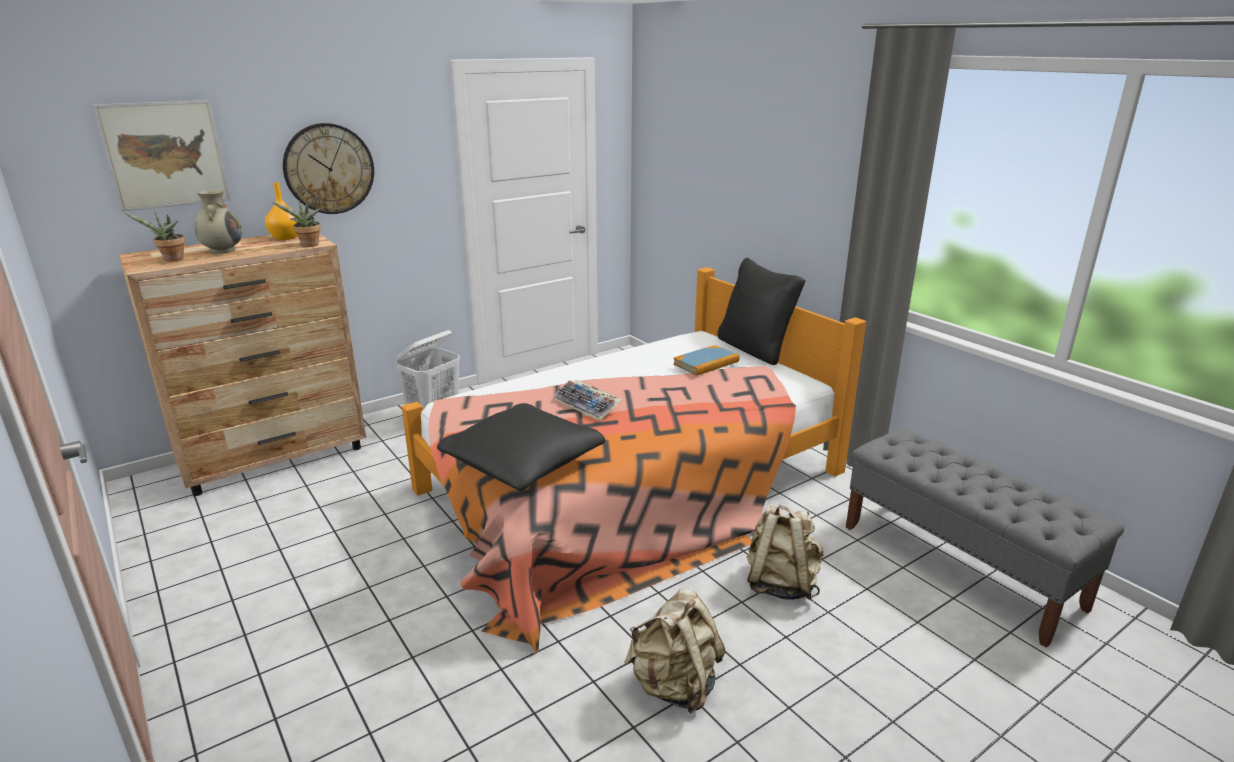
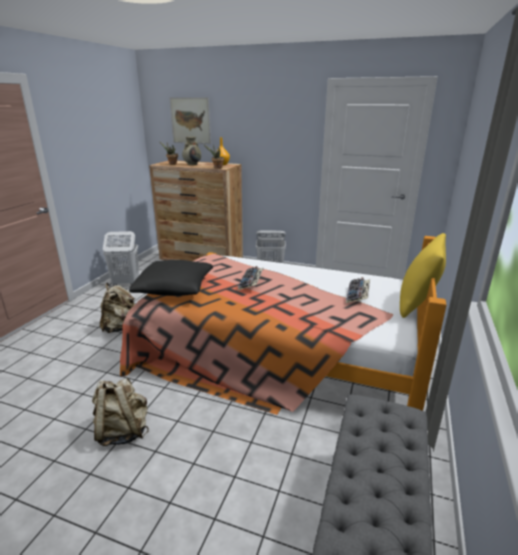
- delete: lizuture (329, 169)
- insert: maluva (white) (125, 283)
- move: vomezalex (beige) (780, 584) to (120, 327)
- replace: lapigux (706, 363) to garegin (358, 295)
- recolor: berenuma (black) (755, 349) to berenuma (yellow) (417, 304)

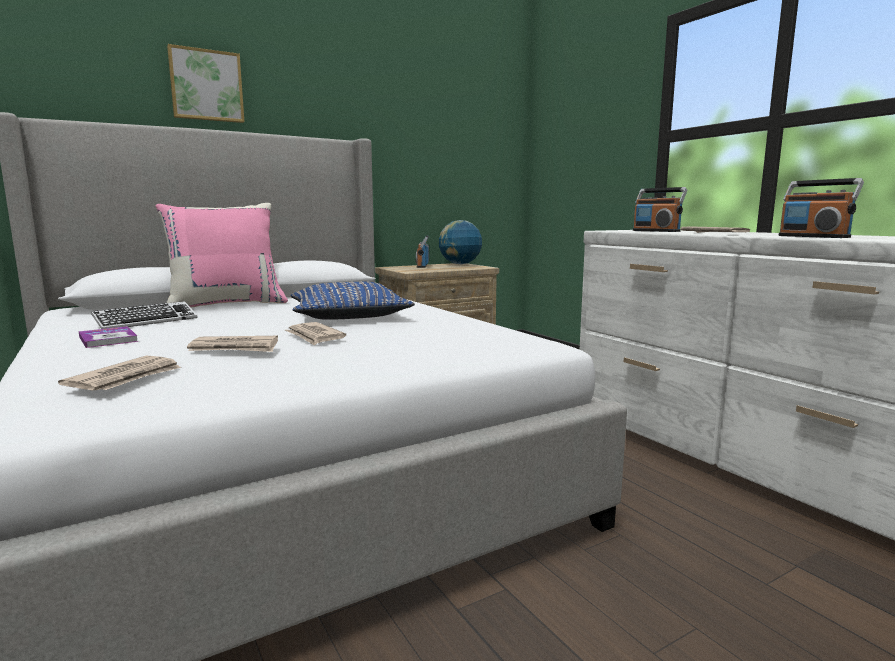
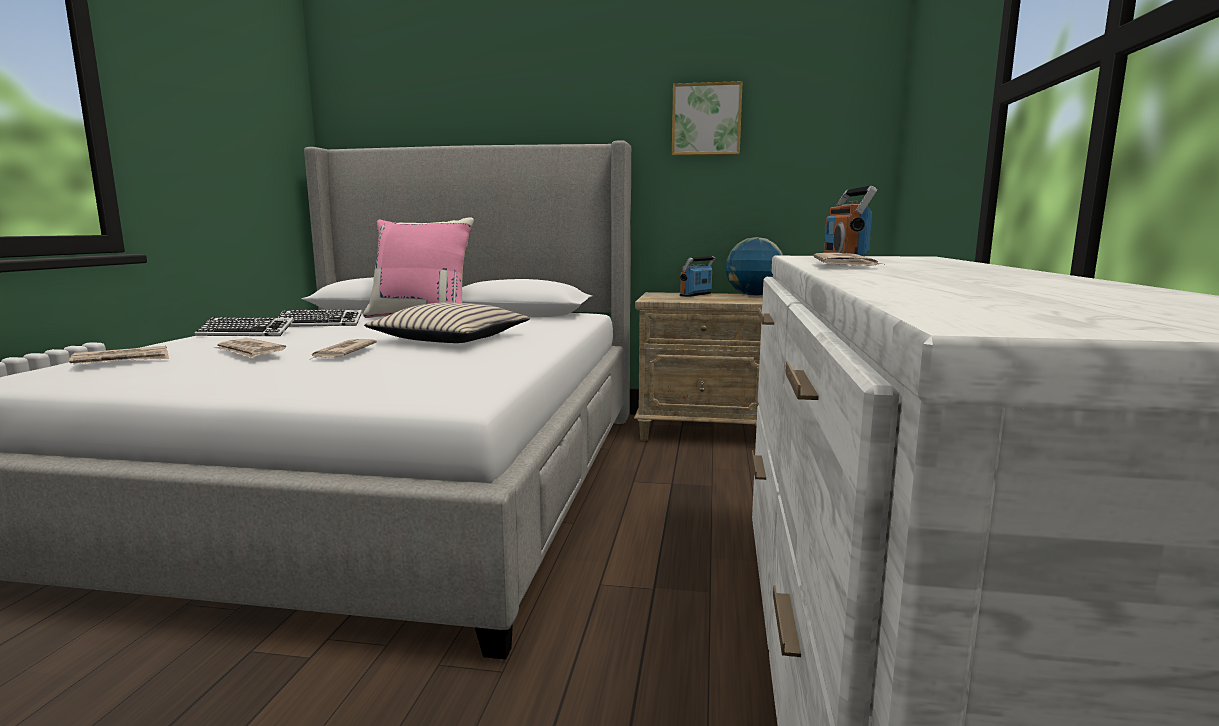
- delete: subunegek (813, 237)
- move: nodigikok (206, 85) to (706, 120)
- replace: lapigux (108, 339) to garegin (246, 333)
- recolor: berenuma (blue) (349, 315) to berenuma (beige) (451, 339)

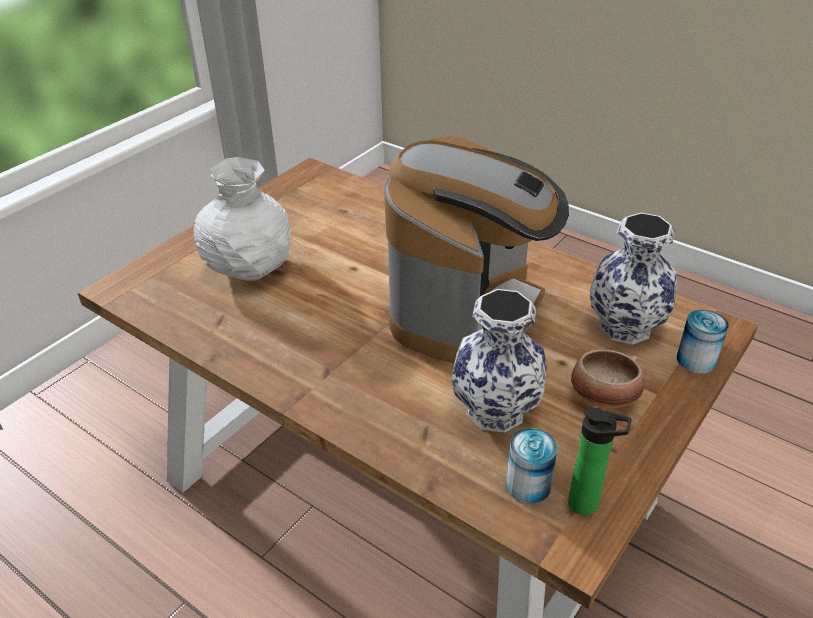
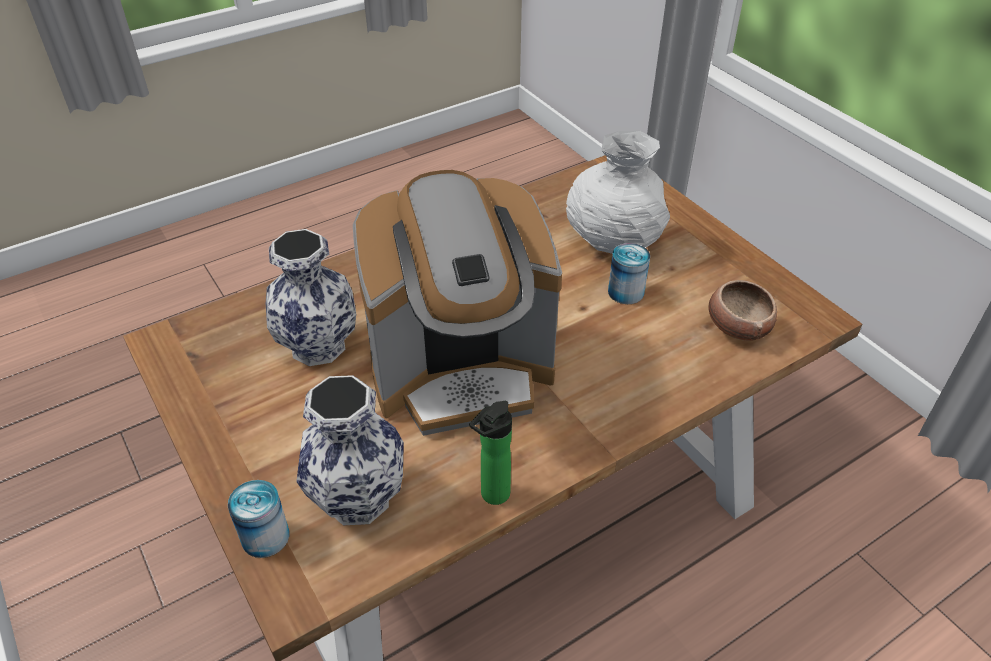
- move: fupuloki (528, 485) to (626, 292)
- move: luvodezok (588, 505) to (492, 496)
- move: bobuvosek (603, 396) to (737, 326)
- rotate: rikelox (468, 312) = (462, 372) 60 degrees counterclockwise

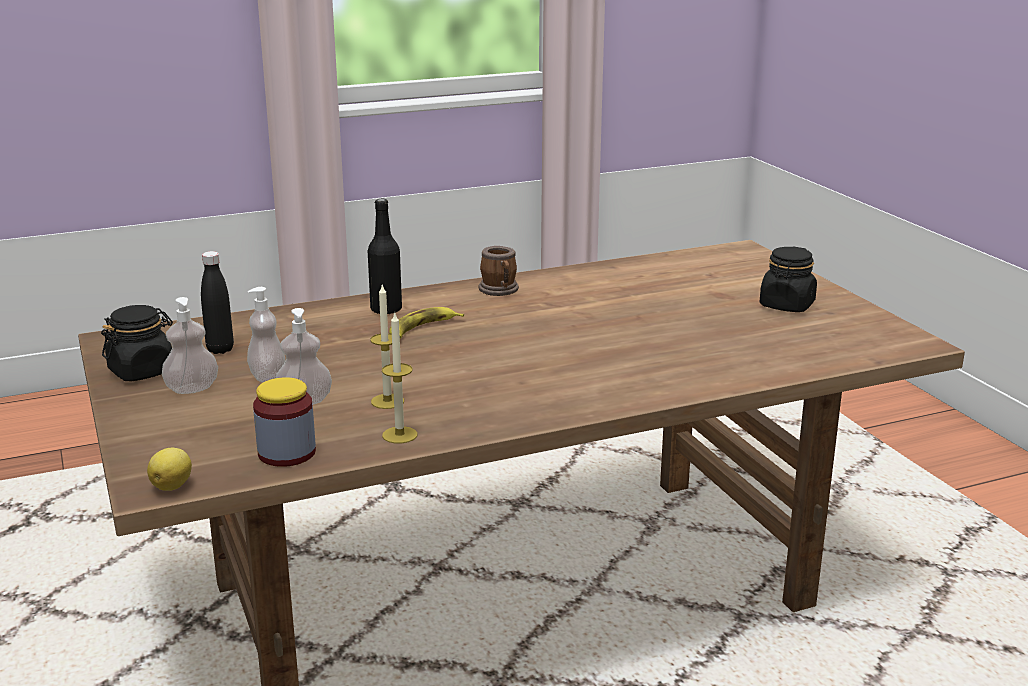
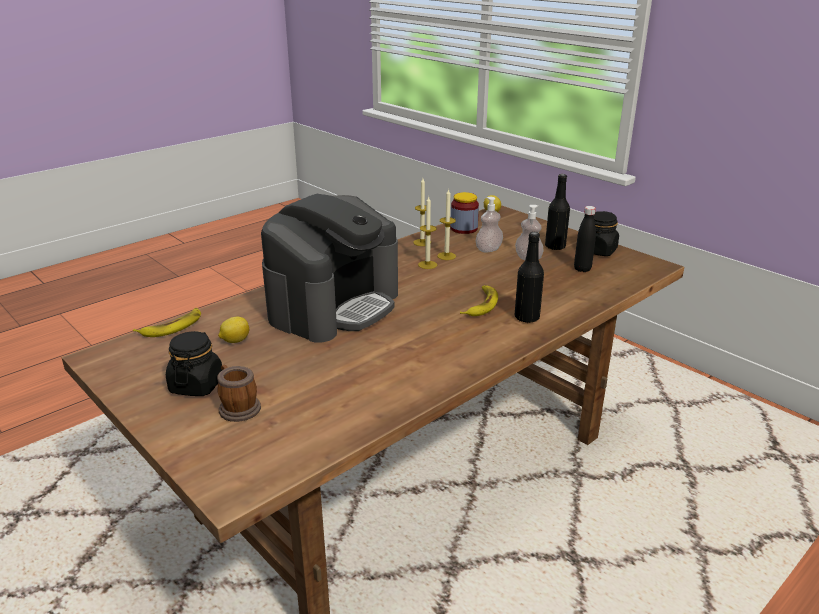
- insert: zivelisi (172, 326)
- insert: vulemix (235, 341)
- insert: rikelox (334, 306)
- insert: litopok (427, 265)
- move: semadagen (500, 290) to (237, 407)
- replace: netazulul (192, 389) to luvodezok (black) (555, 246)

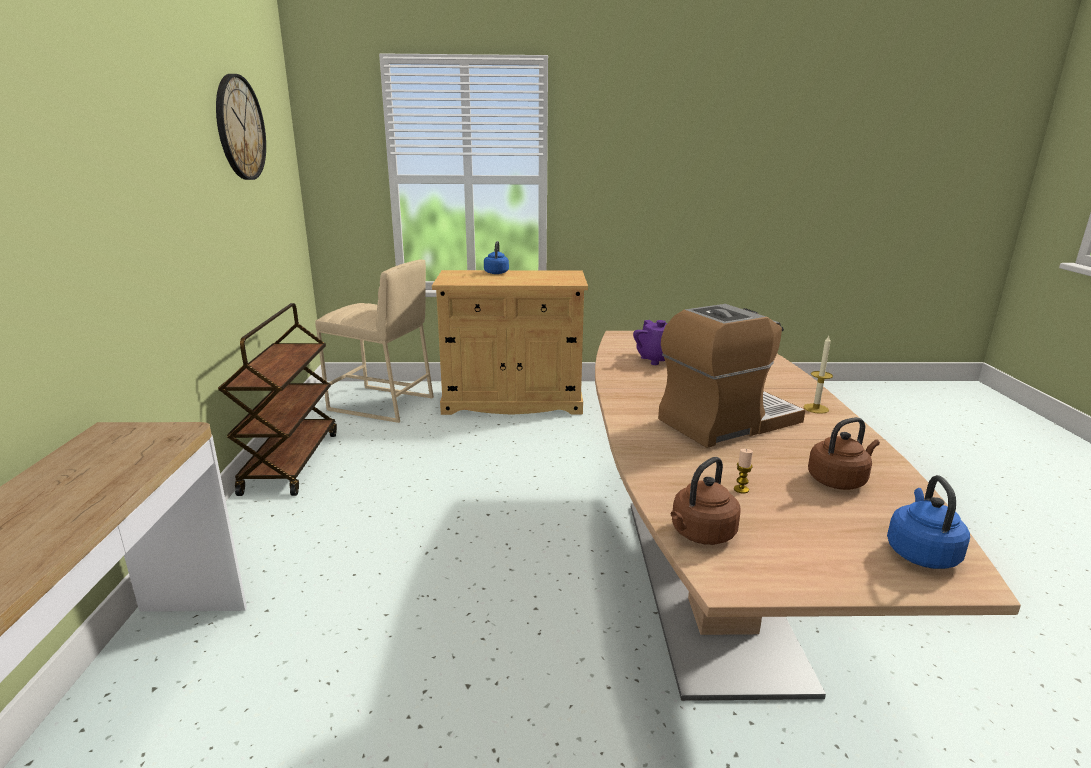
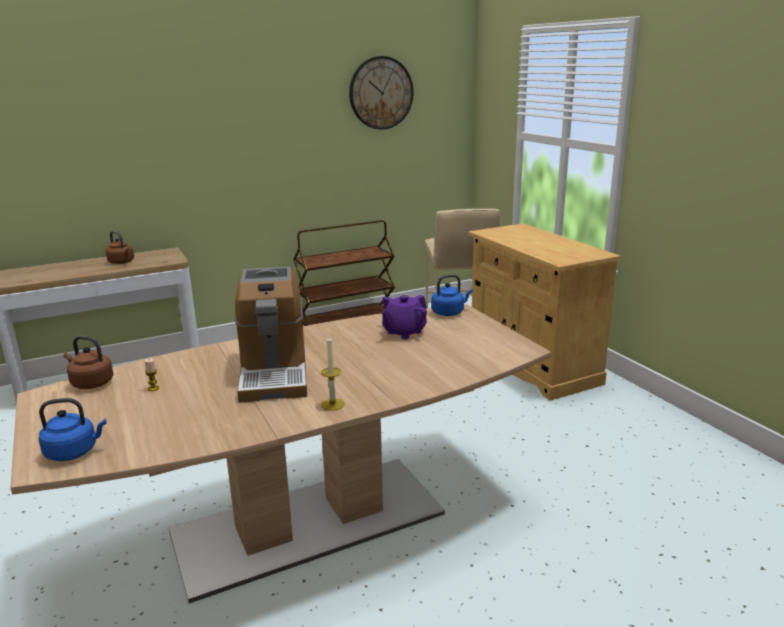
- move: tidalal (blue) (496, 272) to (449, 312)
- move: tidalal (brown) (838, 480) to (122, 262)
- rotate: rikelox (727, 421) = (274, 372) 45 degrees clockwise

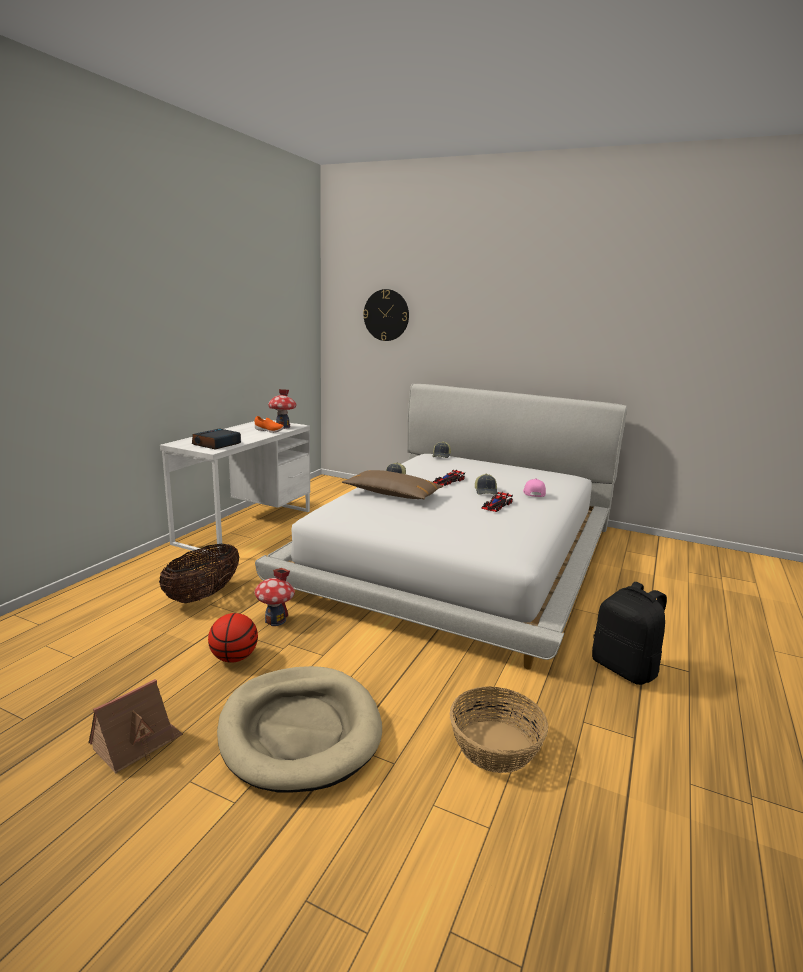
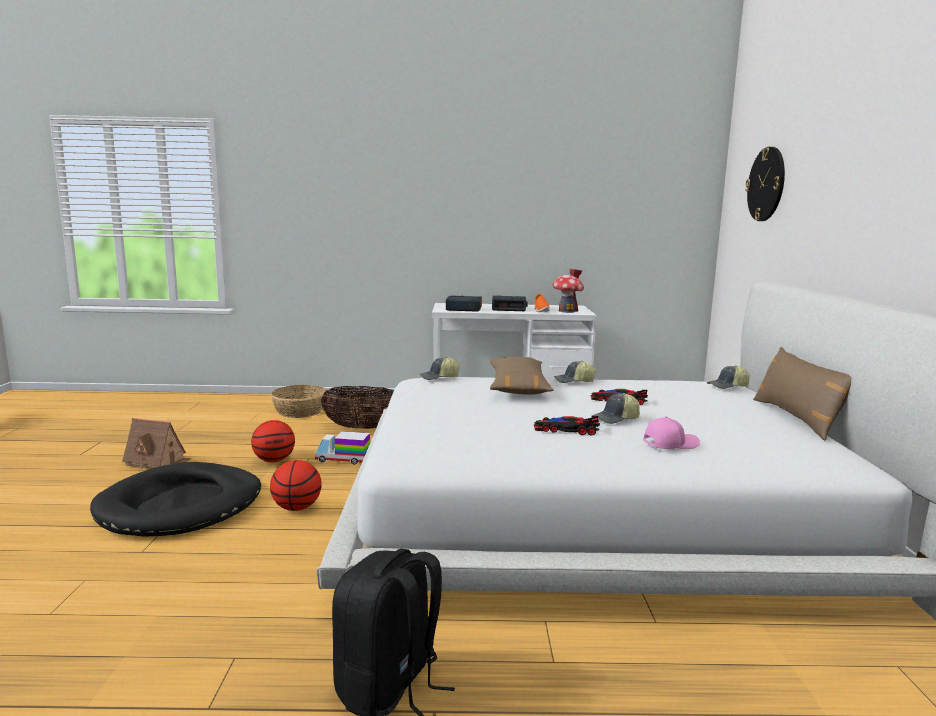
- insert: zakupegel (297, 508)
- insert: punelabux (439, 378)
- insert: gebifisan (509, 308)
- insert: berenuma (brown) (796, 418)
- move: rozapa (495, 746) to (299, 411)
- replace: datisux (275, 620) to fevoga (343, 459)
- recolor: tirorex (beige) (300, 730) to tirorex (black) (181, 505)

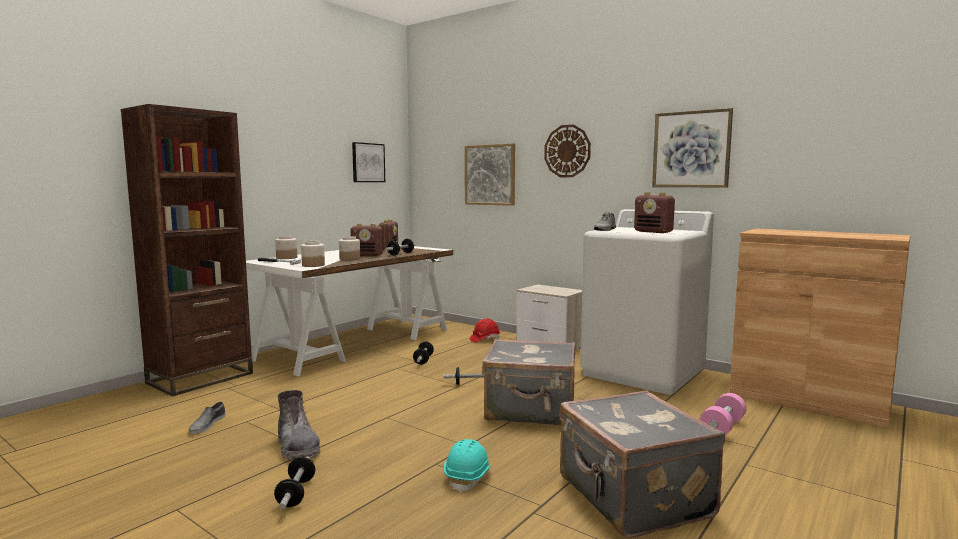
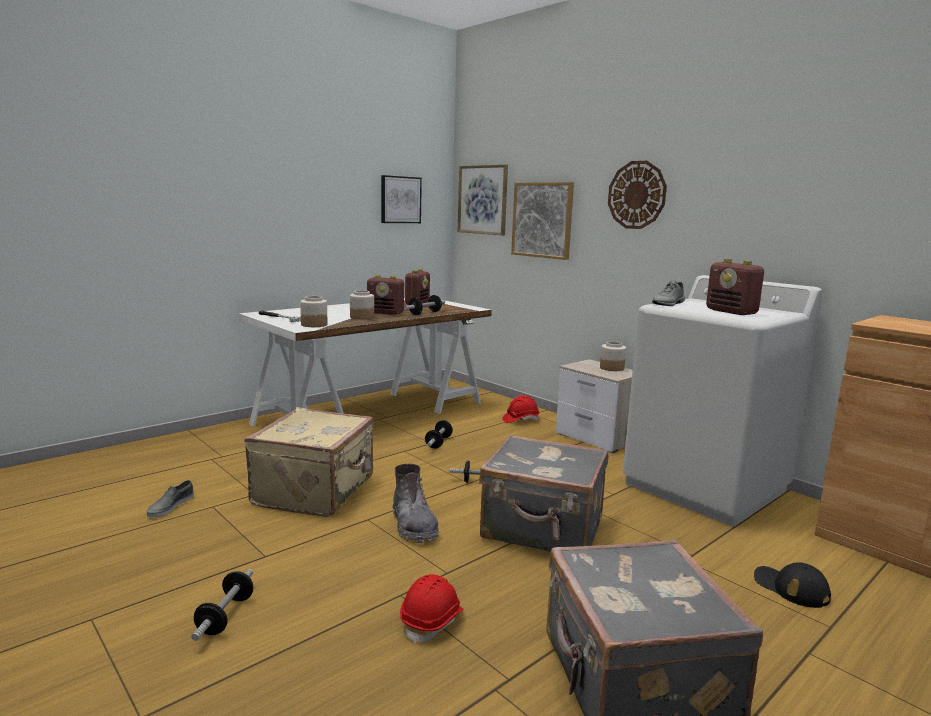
- delete: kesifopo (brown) (200, 378)
- insert: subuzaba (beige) (316, 491)
- move: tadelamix (286, 258) to (611, 368)
- move: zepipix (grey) (297, 447) to (413, 526)
- move: nodigikok (691, 149) to (483, 199)
- replace: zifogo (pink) (722, 428) to punelabux (black) (790, 588)
- recolor: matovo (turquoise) (468, 477) to matovo (red) (432, 621)

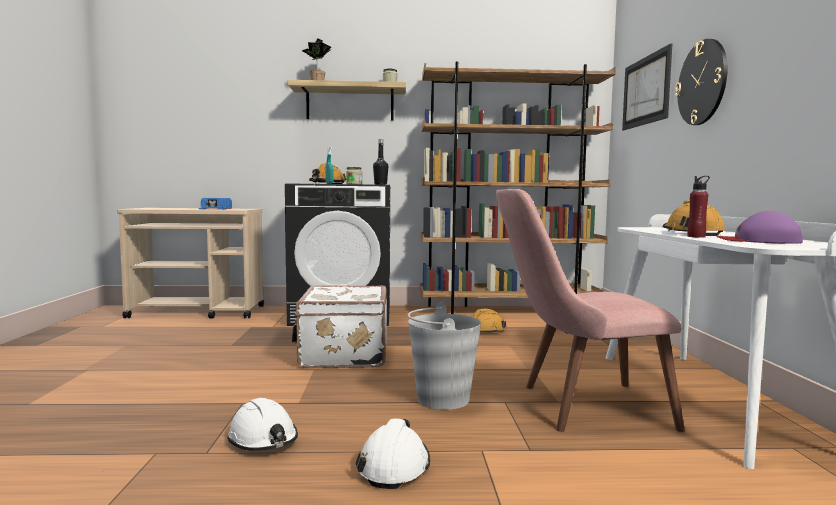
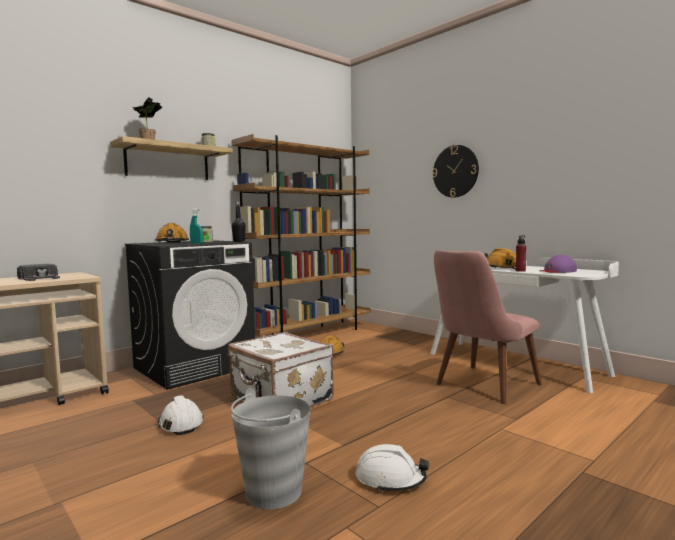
- delete: nodigikok (645, 91)
- move: matovo (white) (394, 466) to (180, 424)
- move: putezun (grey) (442, 399) to (273, 492)
- recolor: punelabux (blue) (215, 208) to punelabux (black) (39, 278)

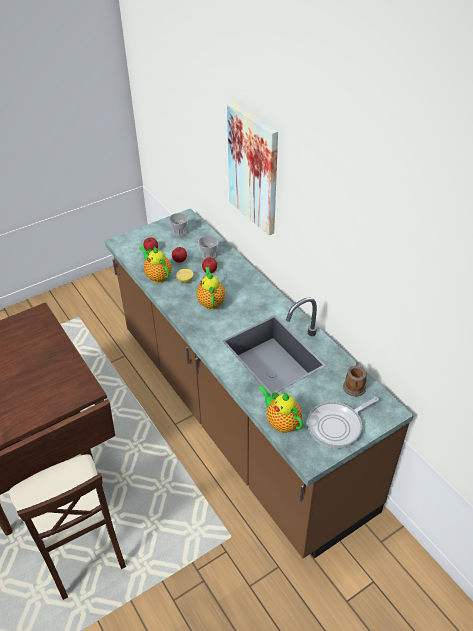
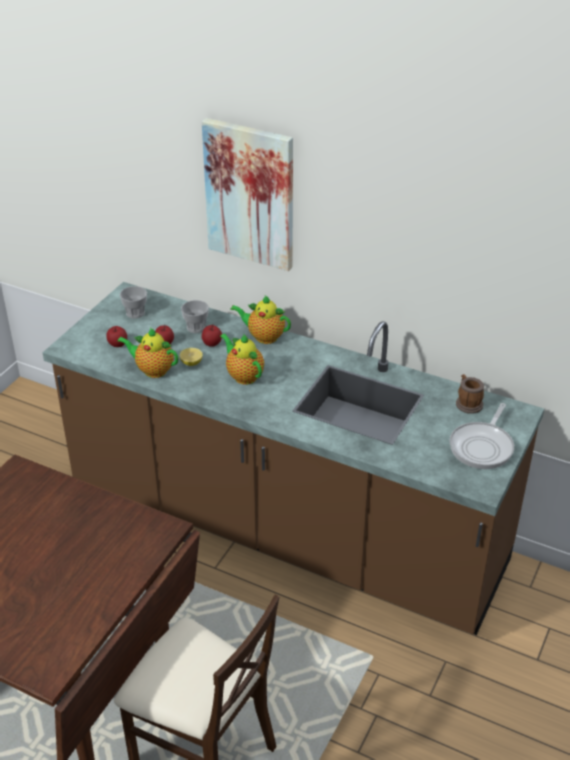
- move: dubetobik (281, 422) to (263, 337)

